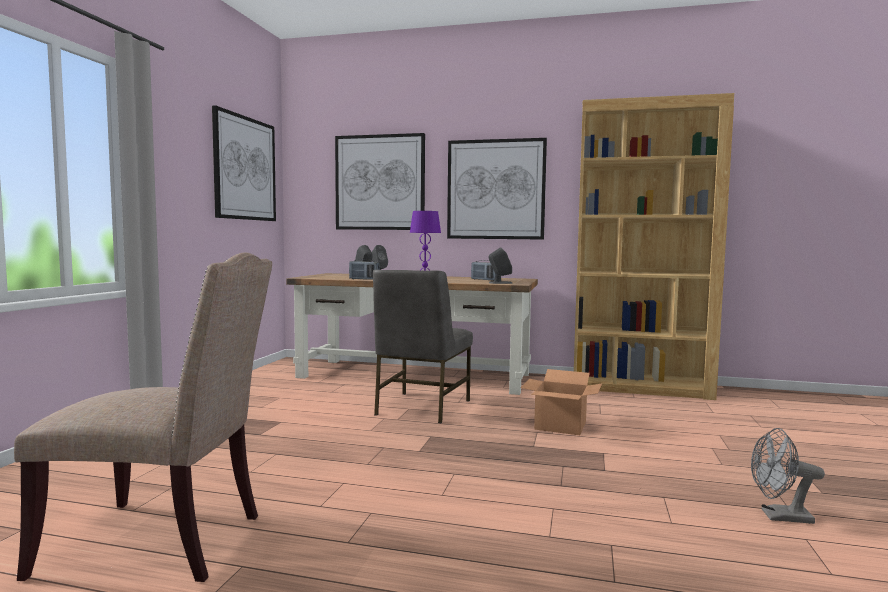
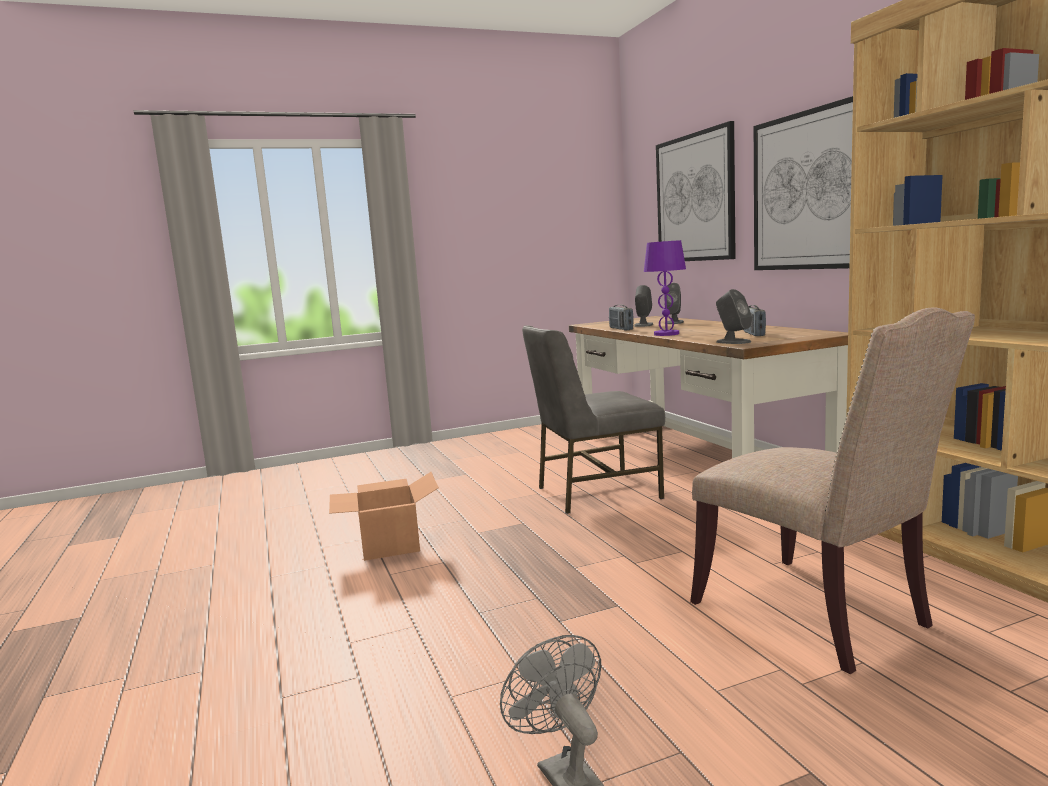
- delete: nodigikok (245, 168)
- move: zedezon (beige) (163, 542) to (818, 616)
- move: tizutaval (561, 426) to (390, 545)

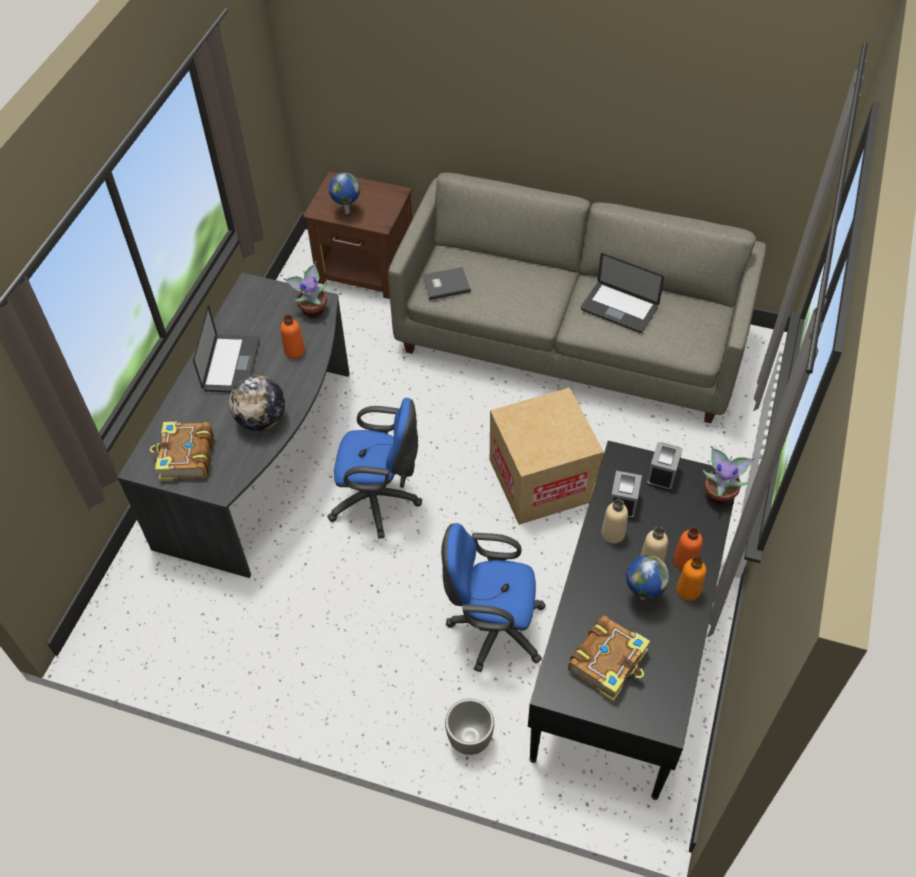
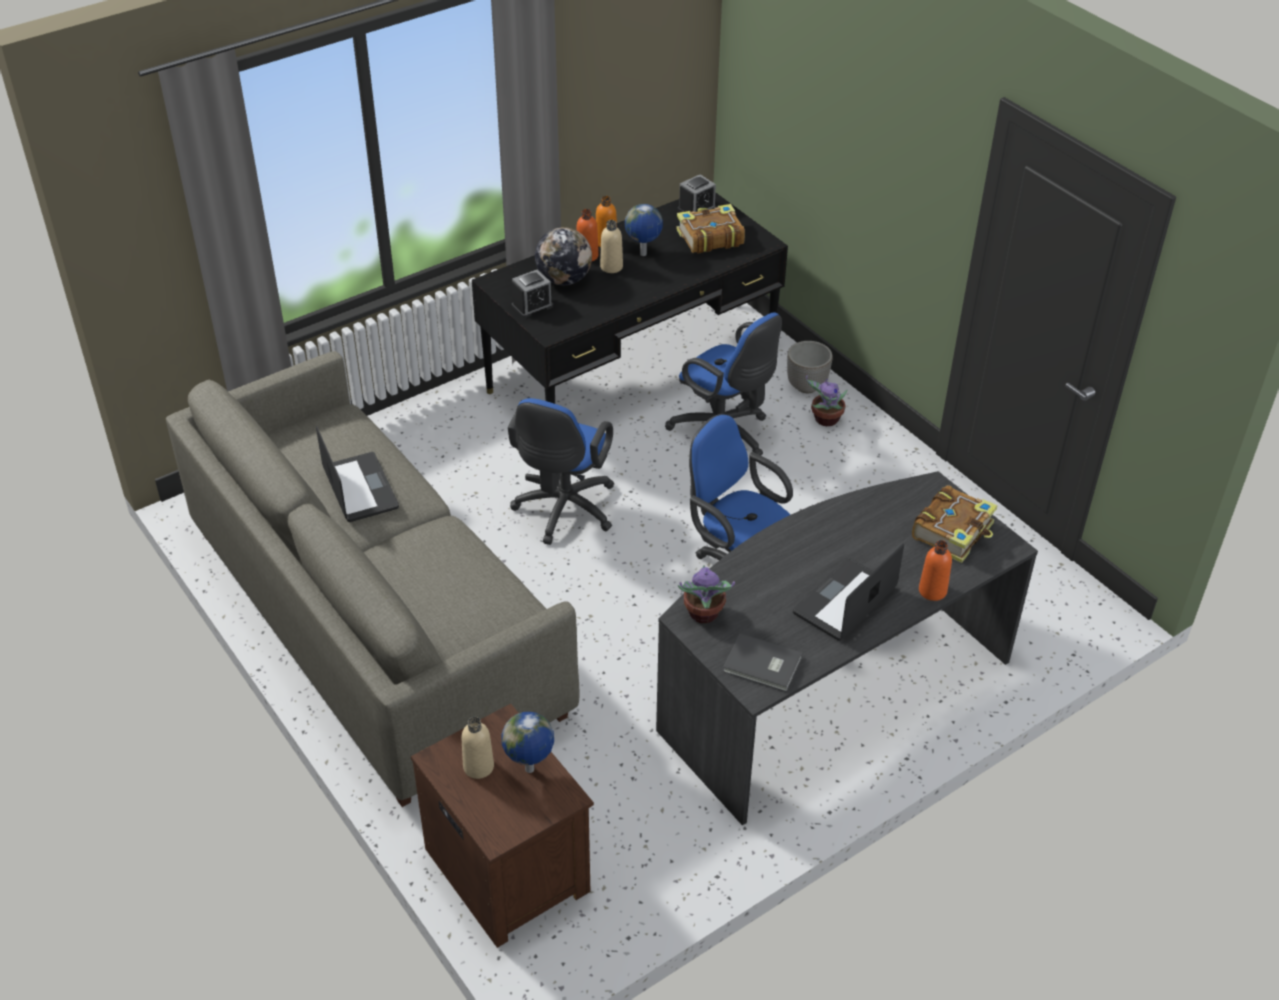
- move: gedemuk (261, 420) to (564, 280)
- move: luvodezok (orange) (294, 351) to (932, 591)
- move: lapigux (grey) (444, 284) to (763, 666)
- move: luvodezok (beige) (613, 533) to (478, 767)
- move: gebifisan (623, 502) to (696, 209)
- move: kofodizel (720, 493) to (825, 420)
- replace: tizutaval (542, 480) to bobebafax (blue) (563, 512)

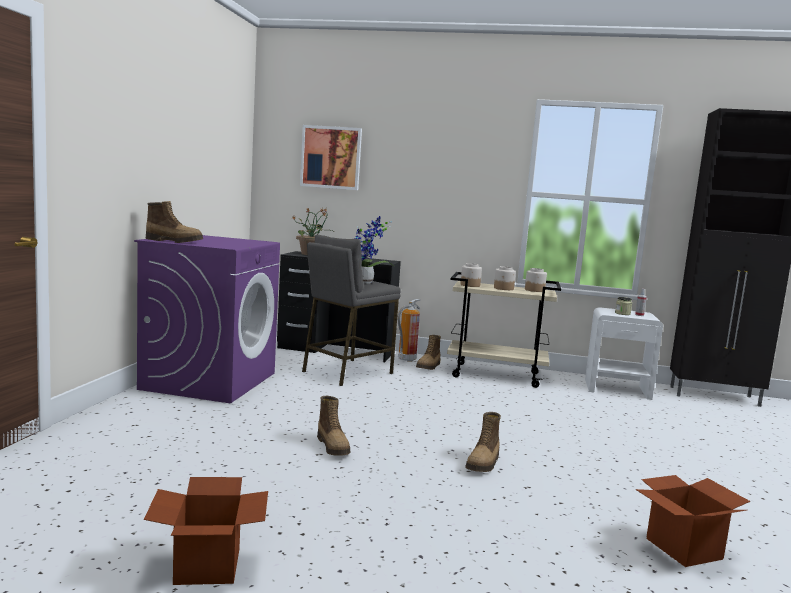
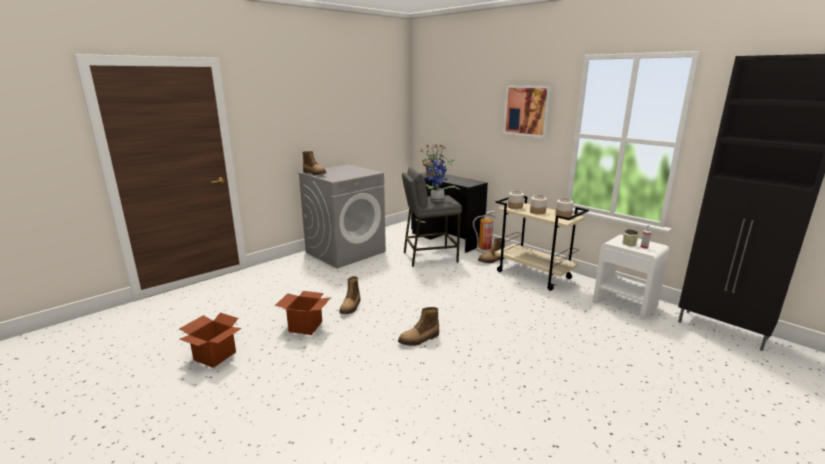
- move: nodigikok (331, 157) to (527, 110)
- move: tizutaval (684, 549) to (305, 326)
- recolor: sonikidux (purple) (209, 381) to sonikidux (grey) (345, 252)

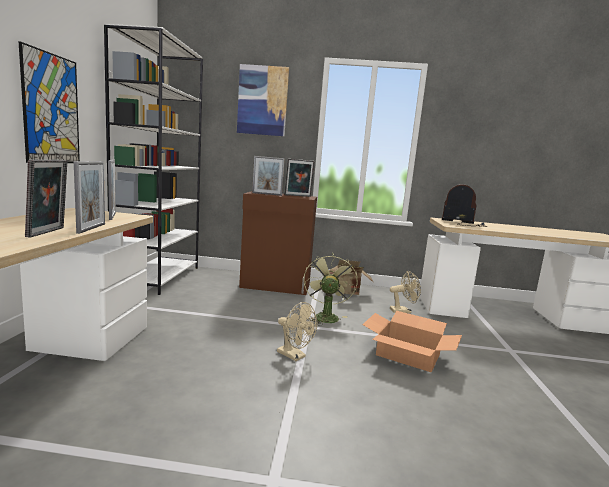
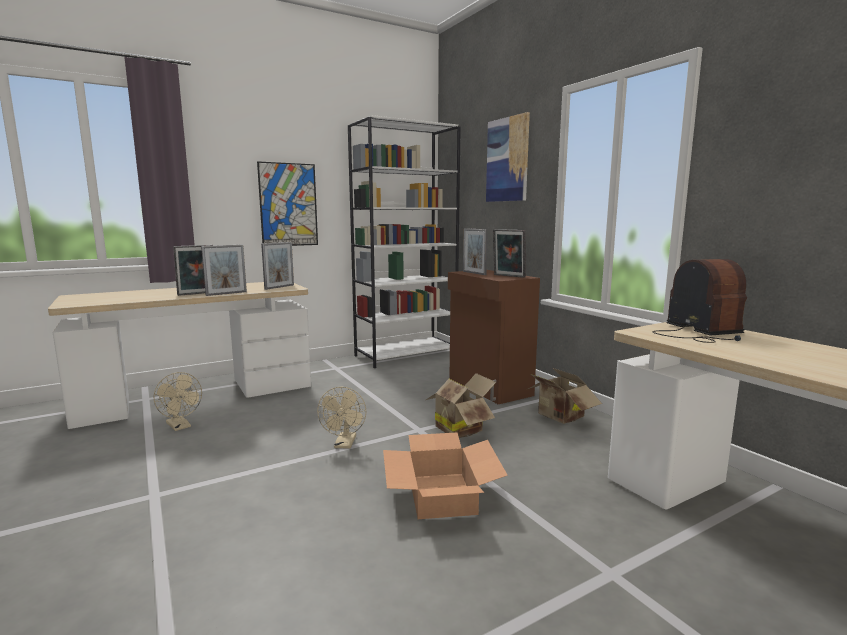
- move: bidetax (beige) (403, 311) to (180, 426)
- replace: bidetax (green) (325, 316) to tizutaval (460, 428)

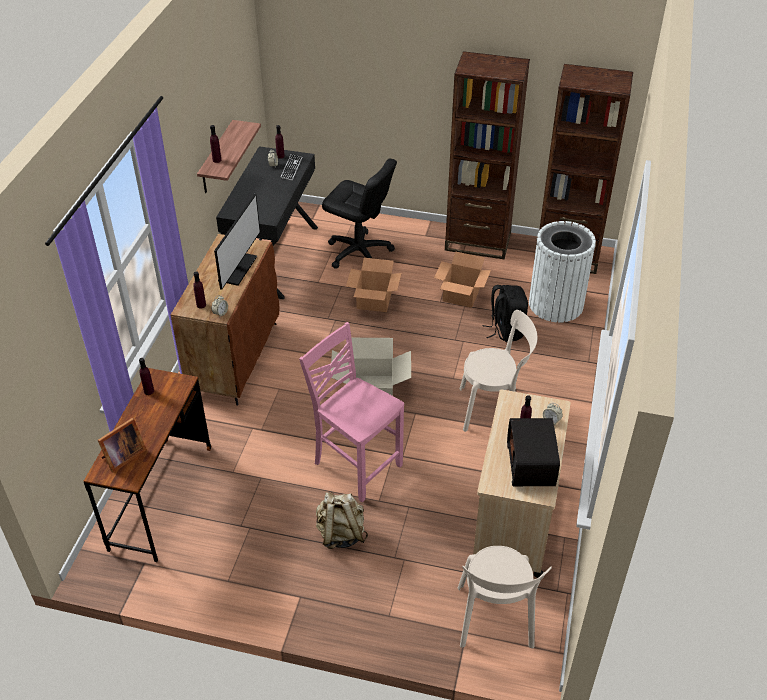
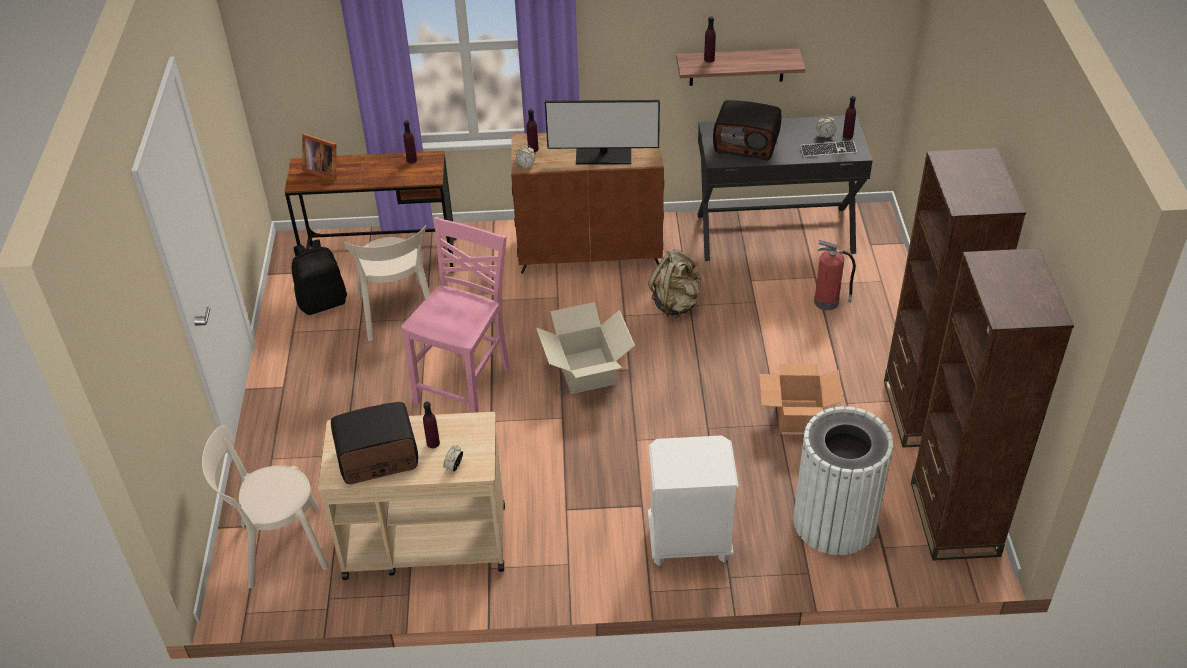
- delete: tizutaval (374, 301)
- insert: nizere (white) (688, 542)
- insert: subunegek (747, 144)
- move: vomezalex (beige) (341, 533) to (676, 304)
- move: zedezon (beige) (494, 409) to (398, 314)
- move: vomezalex (black) (505, 330) to (323, 302)
- replace: bobebafax (black) (359, 253) to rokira (827, 302)

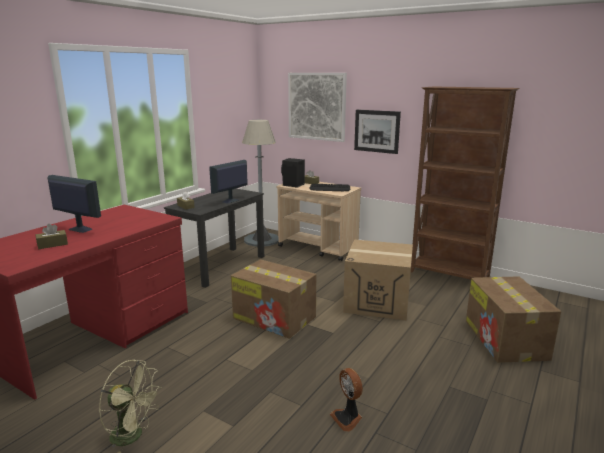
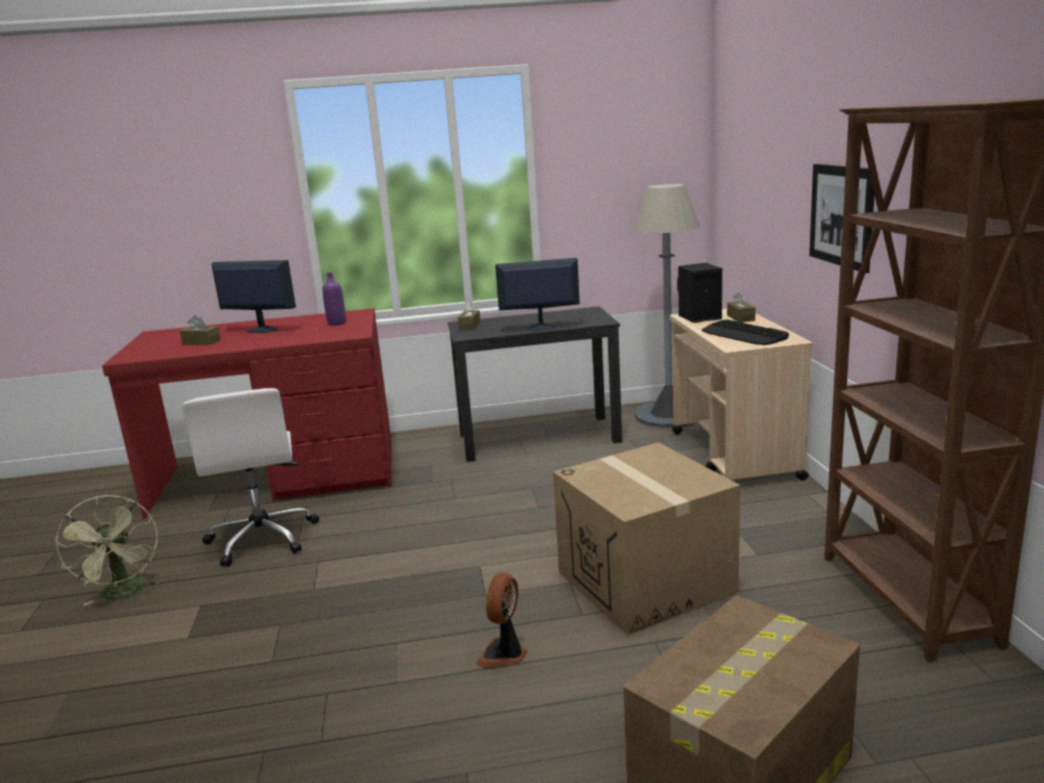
- delete: tizutaval (275, 318)
- delete: nodigikok (317, 106)
- insert: bobebafax (white) (263, 538)
- insert: luvodezok (purple) (337, 323)
- move: bidetax (347, 418) to (504, 654)
- rotate: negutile (79, 229) = (261, 330) 60 degrees counterclockwise

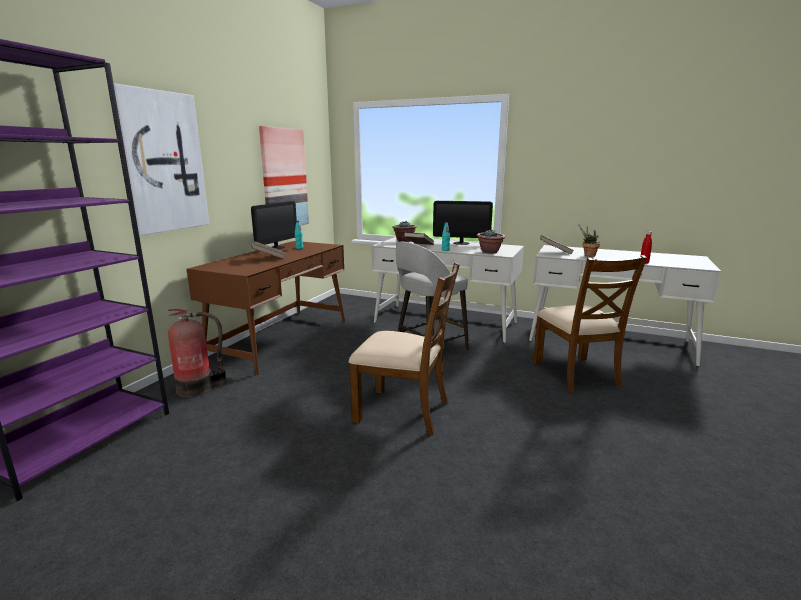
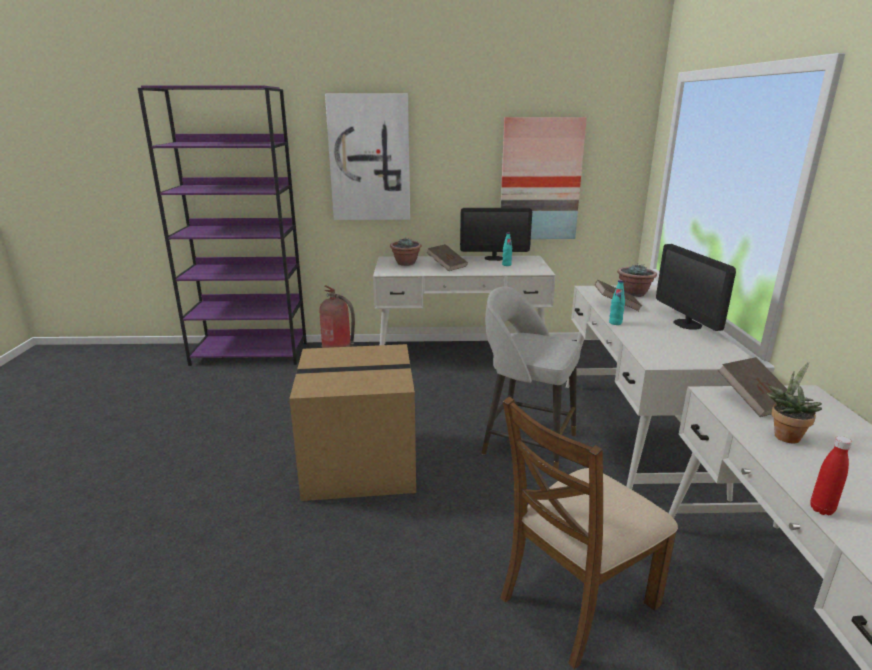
- move: kofodizel (490, 252) to (406, 263)
- replace: zedezon (brown) (403, 411) to tizutaval (358, 464)
- recolor: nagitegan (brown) (281, 339) to nagitegan (white) (460, 356)

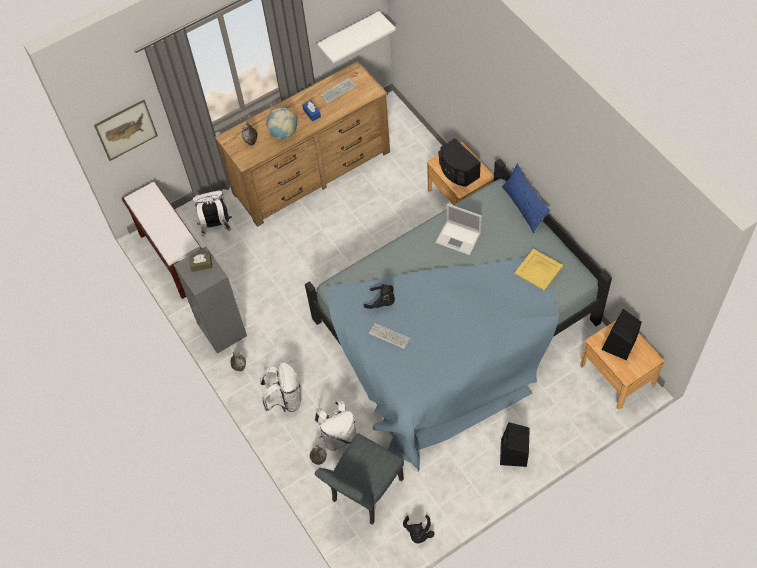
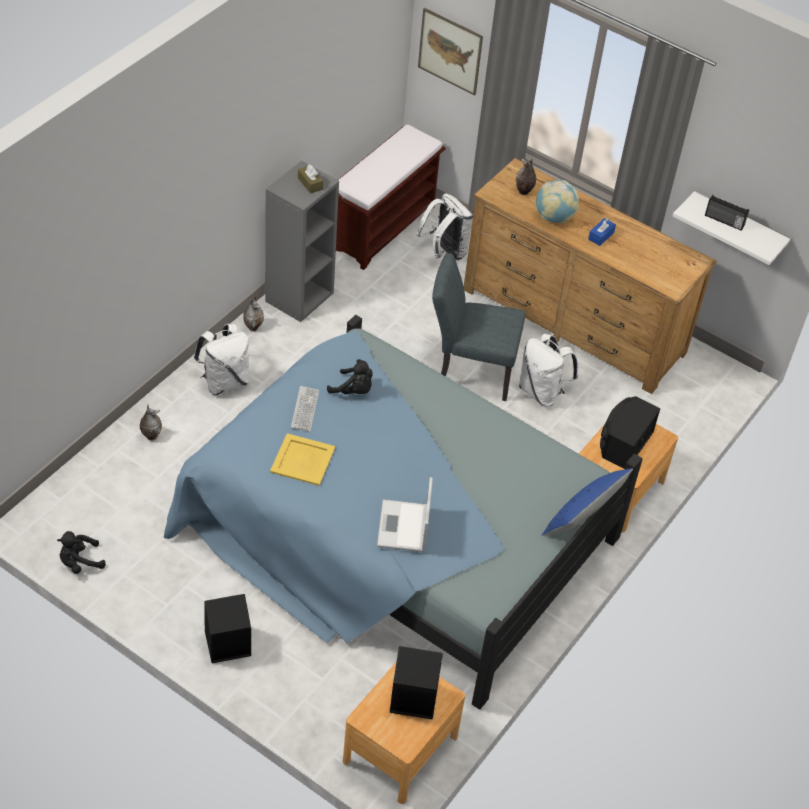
- delete: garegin (338, 91)
- insert: subunegek (724, 221)
- move: vomezalex (white) (339, 436) to (542, 392)
- move: zedezon (grey) (364, 494) to (469, 370)
- move: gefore (459, 238) to (403, 527)
- move: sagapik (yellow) (538, 270) to (302, 459)
- rotate: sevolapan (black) (382, 302) = (353, 390) 60 degrees counterclockwise

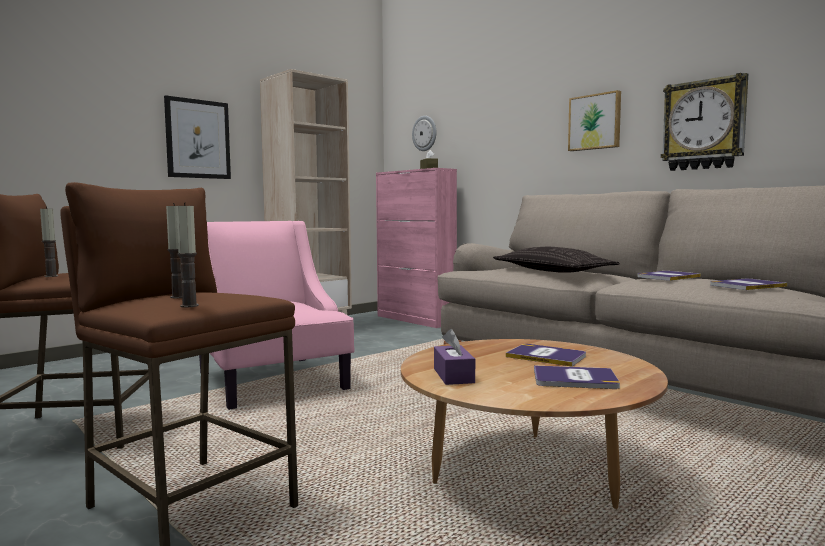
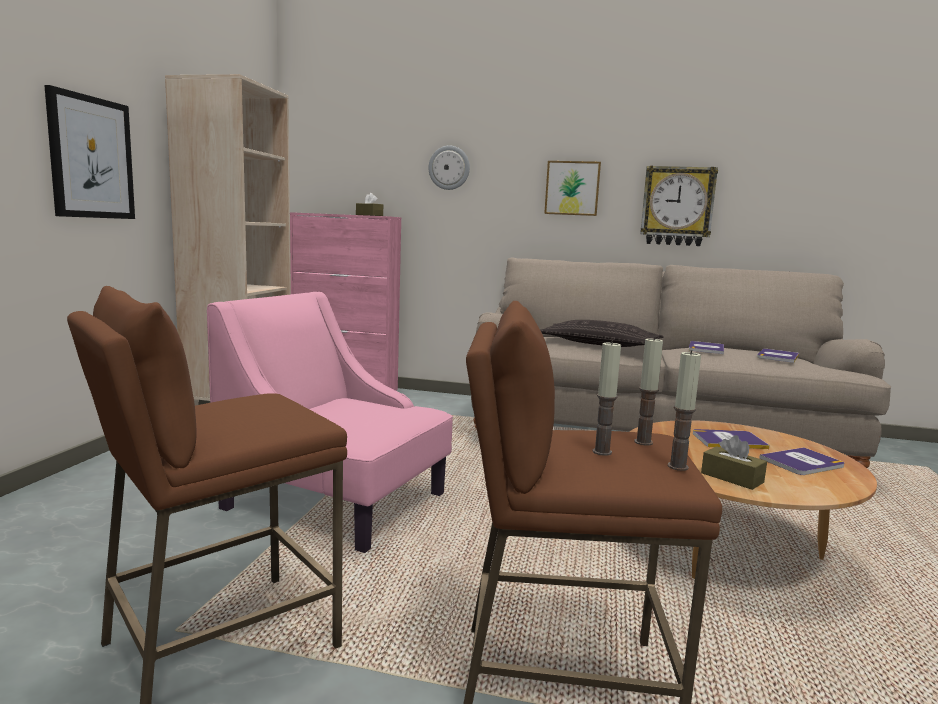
- move: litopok (51, 276) to (643, 442)
- move: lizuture (425, 133) to (449, 168)
- recolor: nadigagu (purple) (453, 376) to nadigagu (brown) (732, 478)

